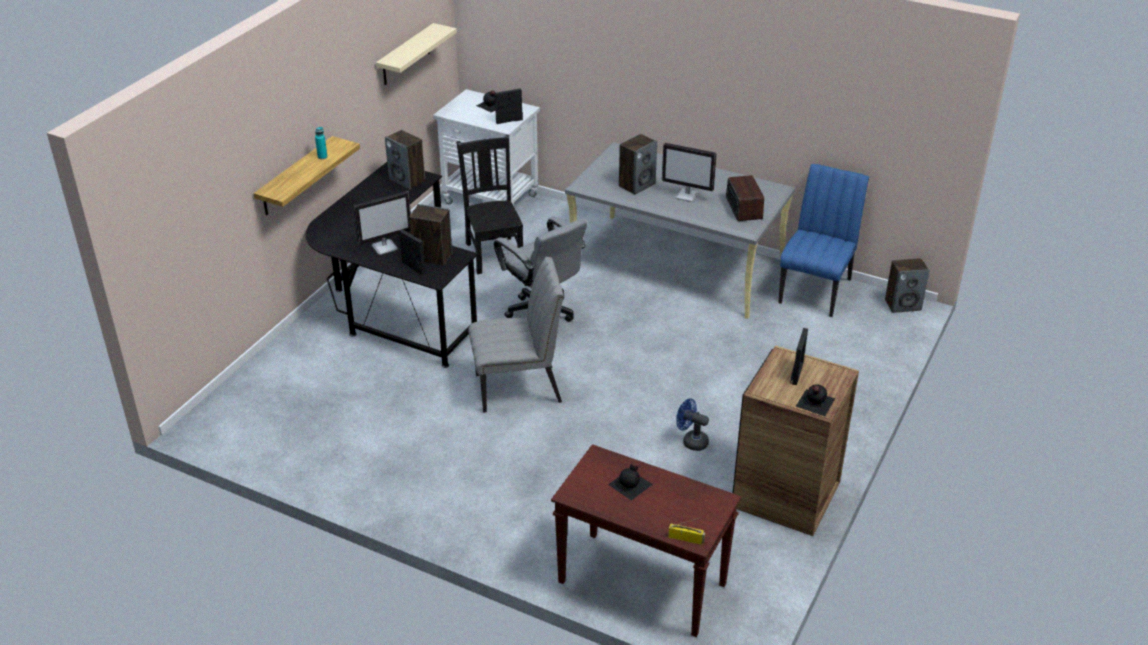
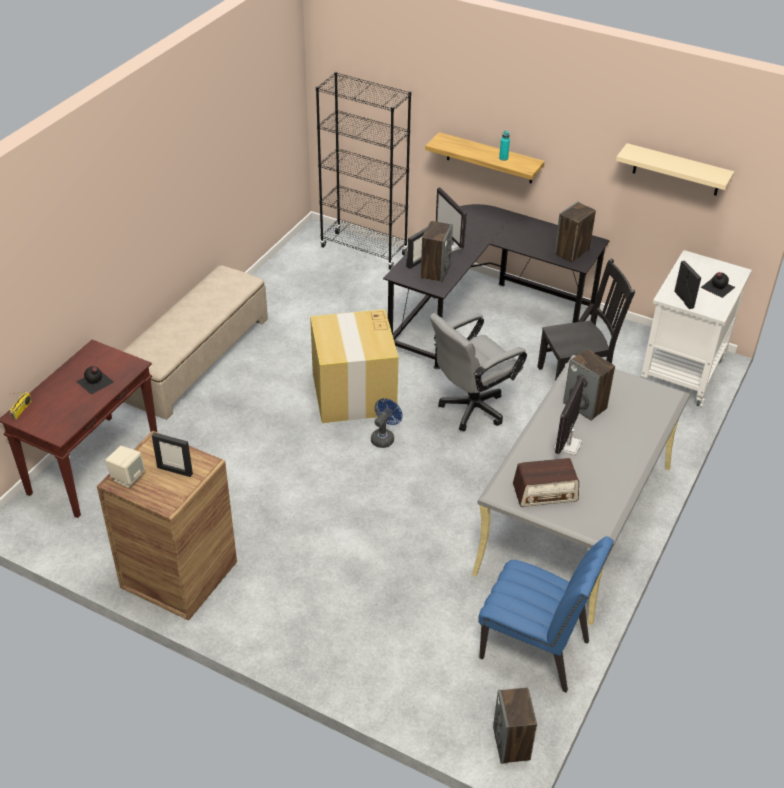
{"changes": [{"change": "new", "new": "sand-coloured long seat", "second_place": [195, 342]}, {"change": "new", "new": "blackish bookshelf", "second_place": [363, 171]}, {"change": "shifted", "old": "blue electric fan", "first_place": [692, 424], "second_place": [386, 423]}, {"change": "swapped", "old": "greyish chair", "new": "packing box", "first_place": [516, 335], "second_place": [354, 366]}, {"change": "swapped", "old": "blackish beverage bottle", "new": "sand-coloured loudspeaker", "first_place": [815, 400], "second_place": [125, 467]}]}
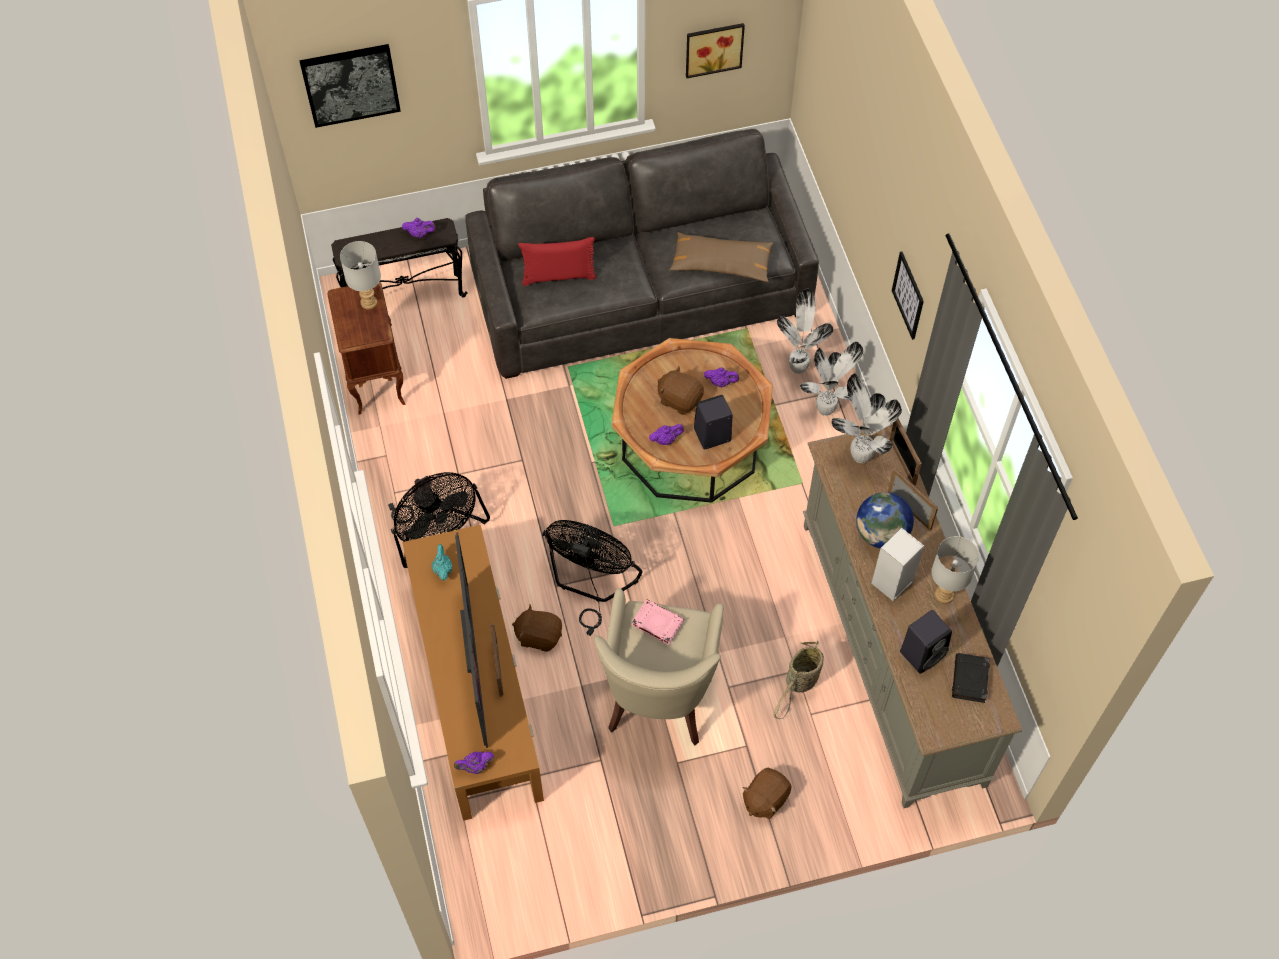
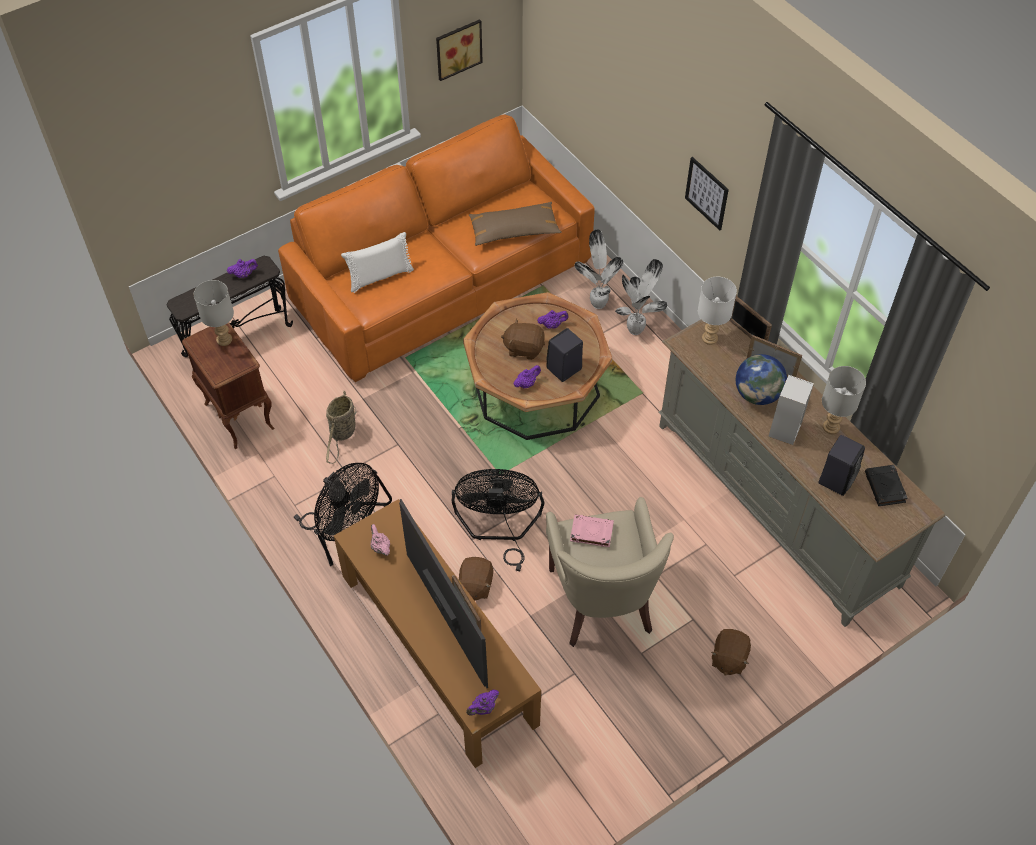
{"changes": [{"change": "gone", "old": "wall art", "first_place": [350, 86]}, {"change": "shifted", "old": "storage basket", "first_place": [798, 680], "second_place": [341, 427]}, {"change": "swapped", "old": "houseplant", "new": "whitish tabletop lamp", "first_place": [866, 418], "second_place": [717, 311]}, {"change": "repainted", "old": "blue-green tea pot", "new": "pink tea pot", "first_place": [441, 562], "second_place": [380, 540]}, {"change": "repainted", "old": "greyish couch", "new": "orangey couch", "first_place": [642, 254], "second_place": [436, 248]}, {"change": "repainted", "old": "red-coloured pillow", "new": "whitish pillow", "first_place": [557, 261], "second_place": [377, 262]}, {"change": "rotated", "old": "brown-coloured soft toy", "first_place": [537, 628], "second_place": [476, 578], "degrees": -75}]}
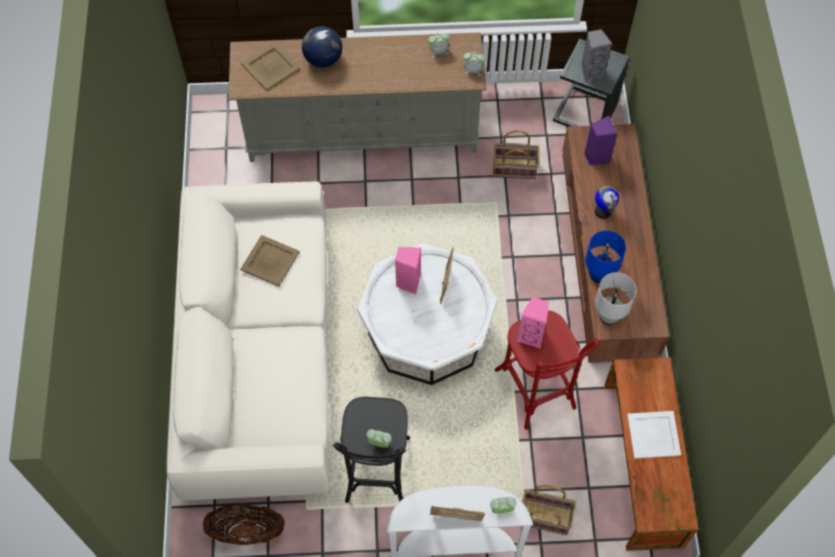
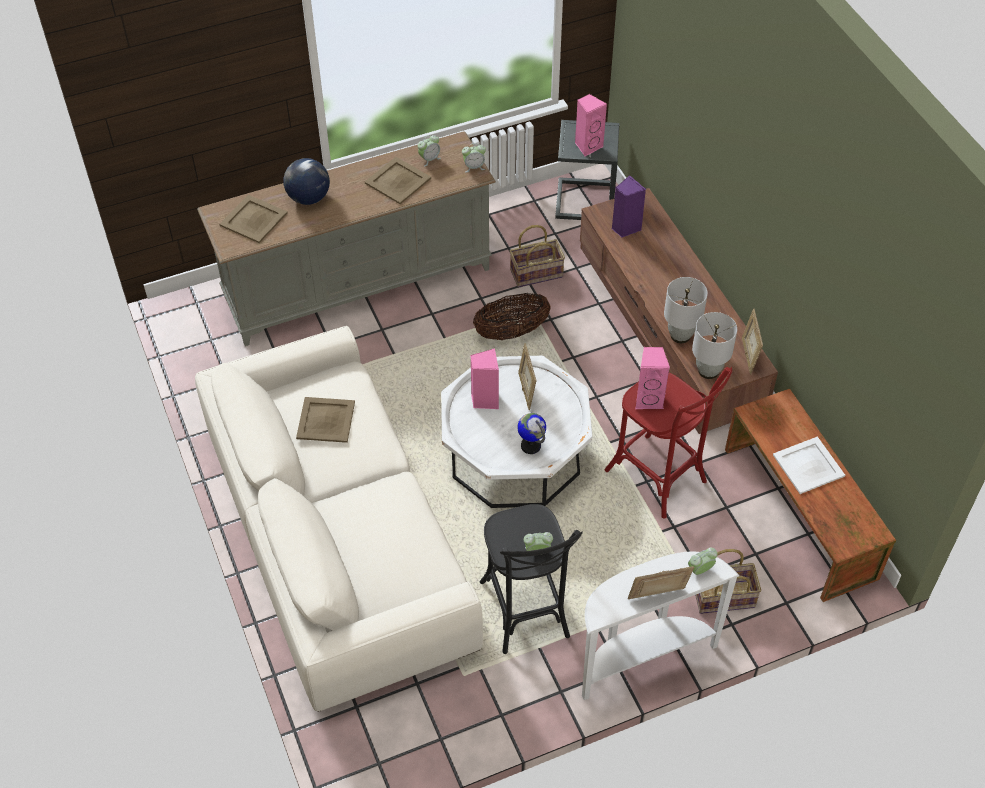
{"changes": [{"change": "new", "new": "sand-coloured serving tray", "second_place": [398, 180]}, {"change": "new", "new": "standing frame", "second_place": [752, 341]}, {"change": "shifted", "old": "storage basket", "first_place": [244, 524], "second_place": [512, 316]}, {"change": "shifted", "old": "globe", "first_place": [607, 202], "second_place": [531, 433]}, {"change": "repainted", "old": "greyish loudspeaker", "new": "pink loudspeaker", "first_place": [596, 55], "second_place": [591, 125]}, {"change": "repainted", "old": "blue tabletop lamp", "new": "whitish tabletop lamp", "first_place": [605, 256], "second_place": [686, 310]}]}
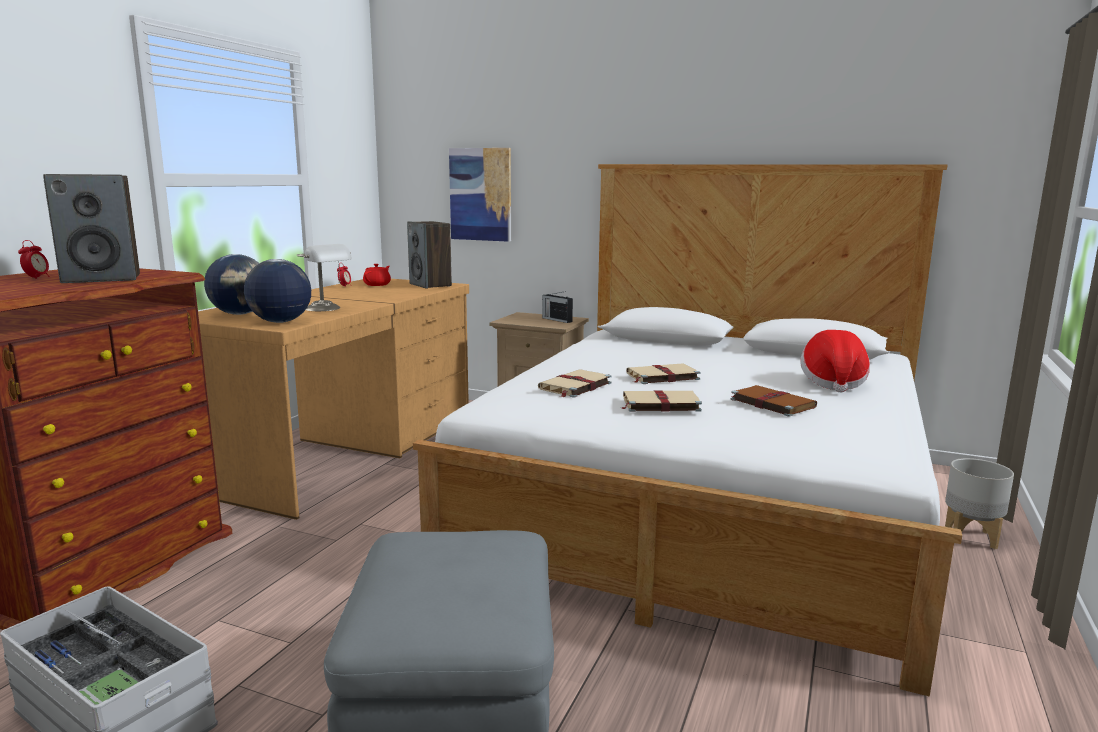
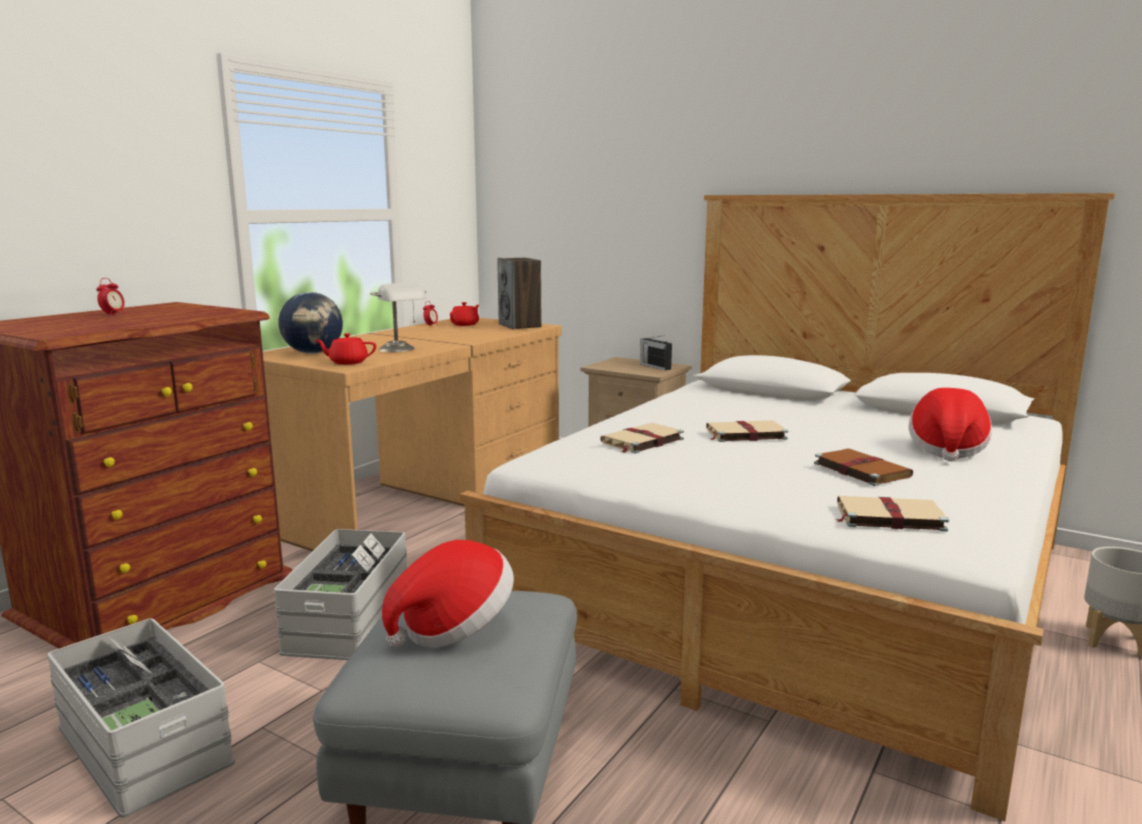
{"changes": [{"change": "gone", "old": "loudspeaker", "first_place": [91, 228]}, {"change": "gone", "old": "wall art", "first_place": [480, 195]}, {"change": "new", "new": "greyish storage box", "second_place": [340, 594]}, {"change": "new", "new": "clothing hat", "second_place": [448, 594]}, {"change": "shifted", "old": "sand-coloured bound book", "first_place": [661, 401], "second_place": [892, 514]}, {"change": "swapped", "old": "globe", "new": "red-coloured tea pot", "first_place": [277, 291], "second_place": [345, 349]}]}
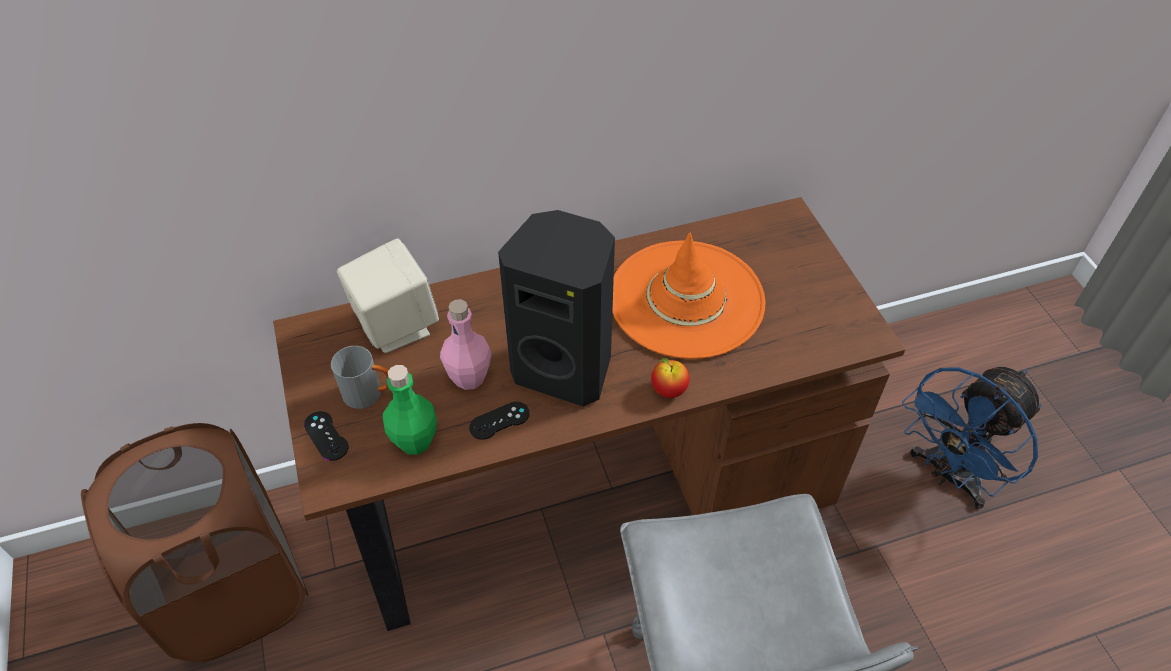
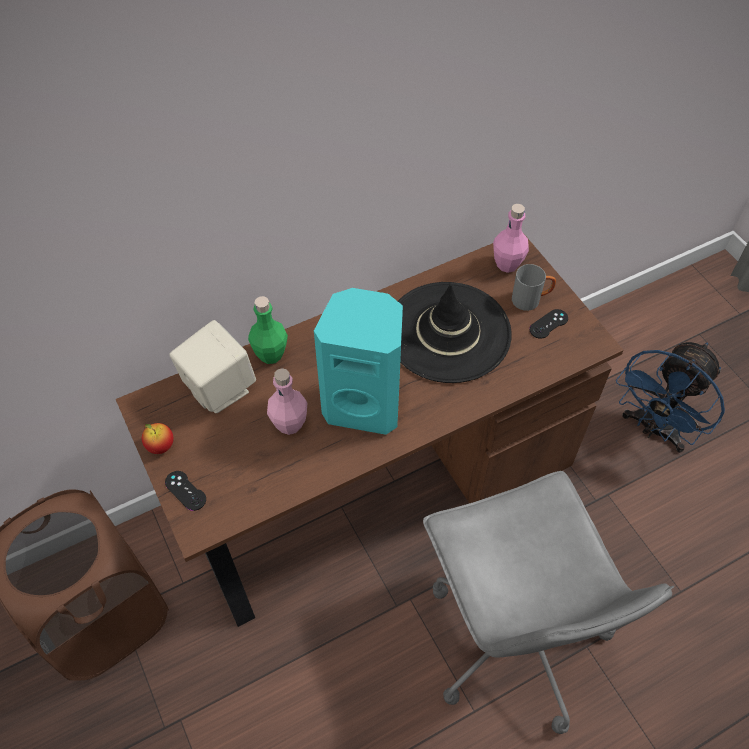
{"changes": [{"change": "new", "new": "pink beverage bottle", "second_place": [511, 238]}, {"change": "shifted", "old": "greyish coffee mug", "first_place": [360, 377], "second_place": [534, 287]}, {"change": "shifted", "old": "green-coloured beverage bottle", "first_place": [410, 410], "second_place": [268, 330]}, {"change": "shifted", "old": "blackish joypad", "first_place": [499, 421], "second_place": [548, 324]}, {"change": "shifted", "old": "whole apple", "first_place": [670, 378], "second_place": [157, 438]}, {"change": "repainted", "old": "blackish loudspeaker", "new": "blue-green loudspeaker", "first_place": [556, 308], "second_place": [358, 361]}, {"change": "repainted", "old": "orangey clothing hat", "new": "blackish clothing hat", "first_place": [689, 296], "second_place": [455, 332]}]}
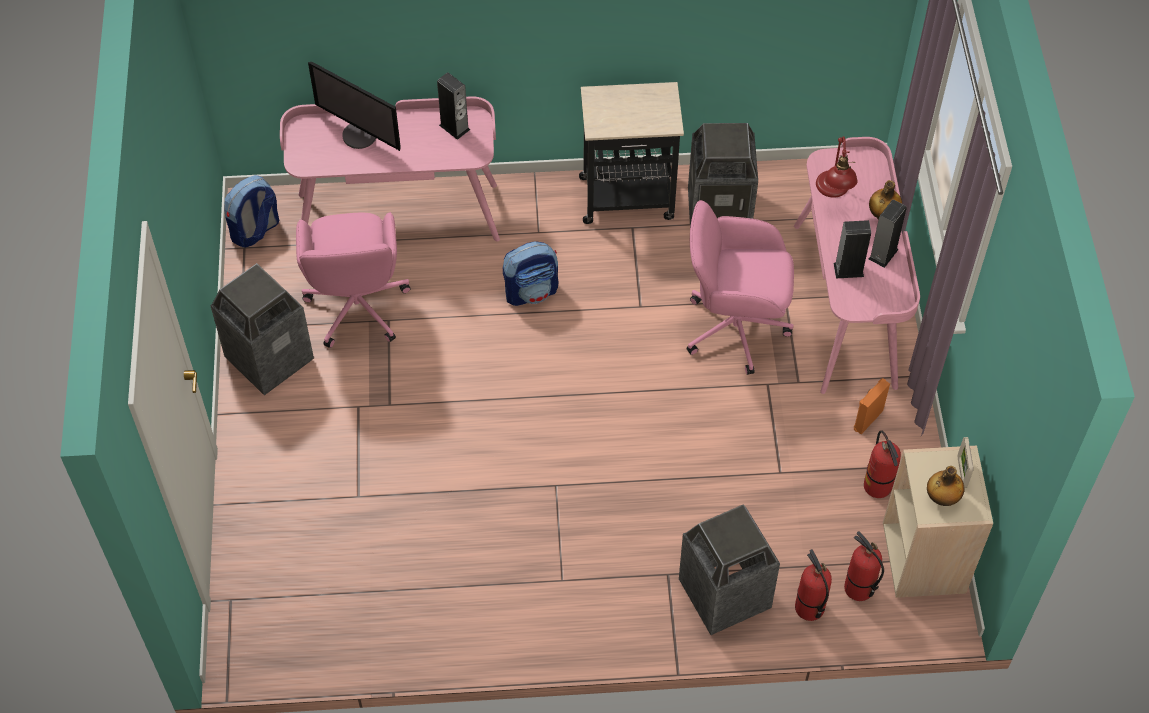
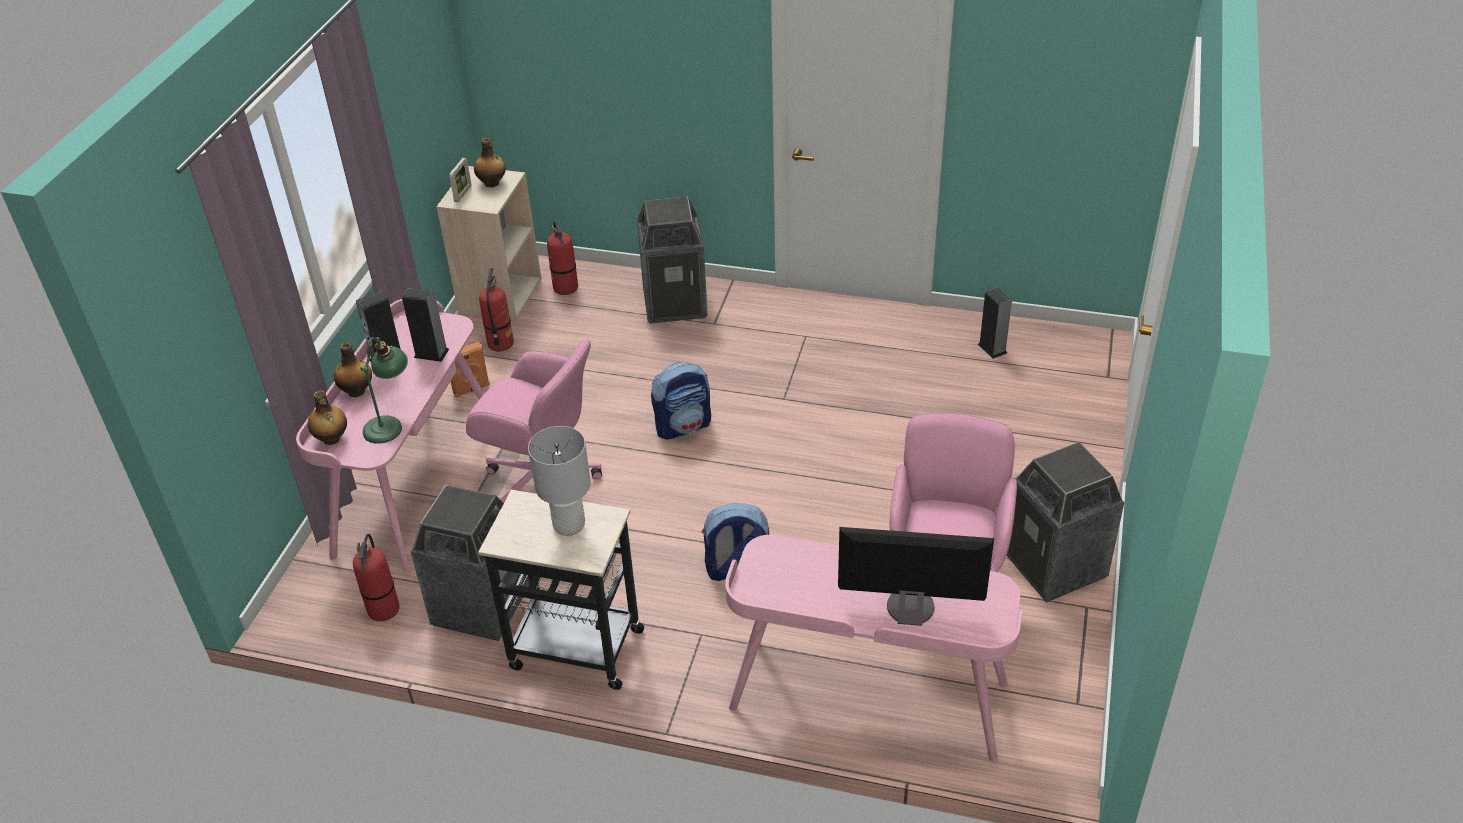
{"changes": [{"change": "new", "new": "beverage bottle", "second_place": [327, 417]}, {"change": "new", "new": "greyish tabletop lamp", "second_place": [559, 481]}, {"change": "shifted", "old": "knapsack", "first_place": [251, 211], "second_place": [681, 400]}, {"change": "shifted", "old": "loudspeaker", "first_place": [453, 106], "second_place": [995, 323]}, {"change": "shifted", "old": "fire-fighting cylinder", "first_place": [813, 585], "second_place": [376, 577]}, {"change": "repainted", "old": "red-coloured tabletop lamp", "new": "green-coloured tabletop lamp", "first_place": [836, 167], "second_place": [384, 390]}, {"change": "rotated", "old": "computer screen", "first_place": [354, 106], "second_place": [916, 576], "degrees": -45}]}
